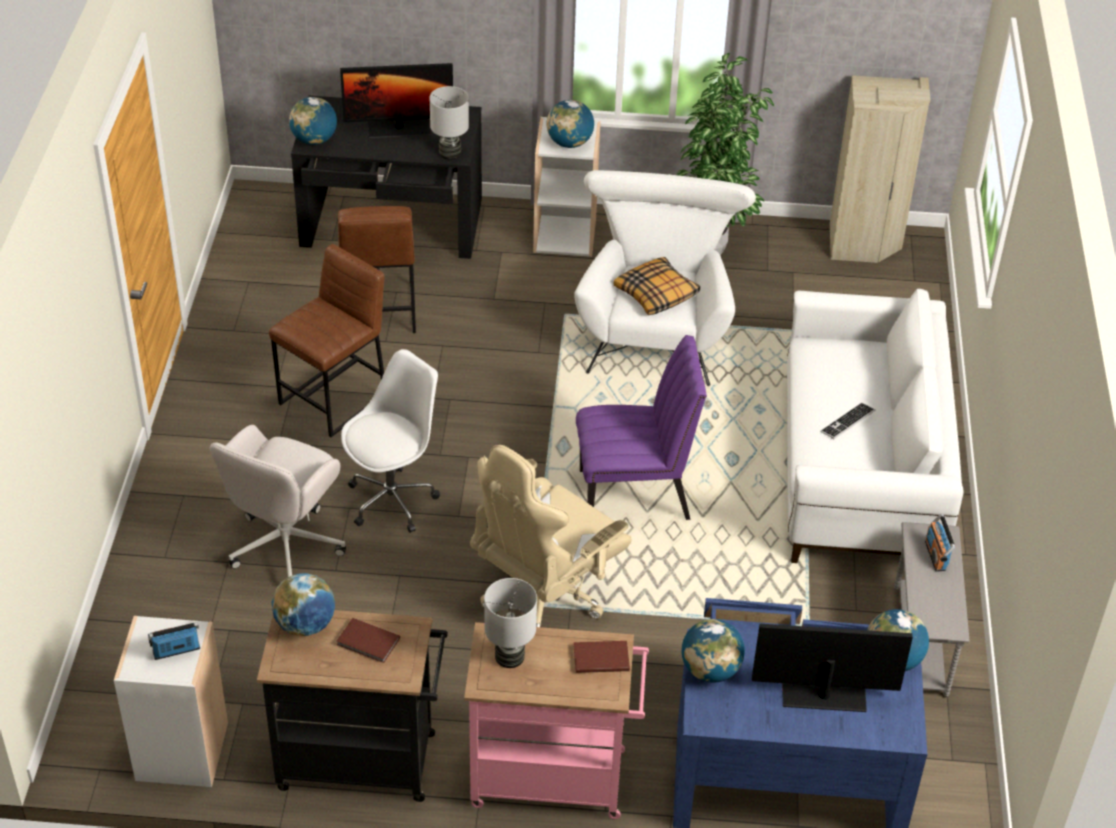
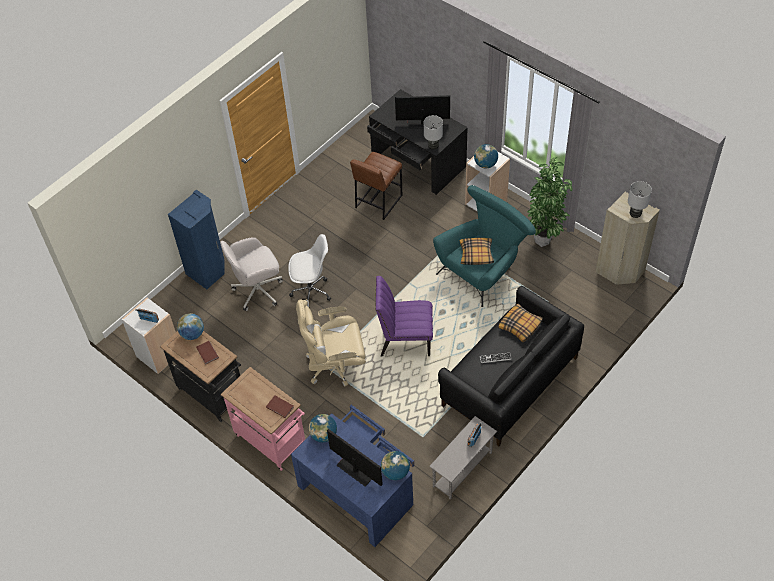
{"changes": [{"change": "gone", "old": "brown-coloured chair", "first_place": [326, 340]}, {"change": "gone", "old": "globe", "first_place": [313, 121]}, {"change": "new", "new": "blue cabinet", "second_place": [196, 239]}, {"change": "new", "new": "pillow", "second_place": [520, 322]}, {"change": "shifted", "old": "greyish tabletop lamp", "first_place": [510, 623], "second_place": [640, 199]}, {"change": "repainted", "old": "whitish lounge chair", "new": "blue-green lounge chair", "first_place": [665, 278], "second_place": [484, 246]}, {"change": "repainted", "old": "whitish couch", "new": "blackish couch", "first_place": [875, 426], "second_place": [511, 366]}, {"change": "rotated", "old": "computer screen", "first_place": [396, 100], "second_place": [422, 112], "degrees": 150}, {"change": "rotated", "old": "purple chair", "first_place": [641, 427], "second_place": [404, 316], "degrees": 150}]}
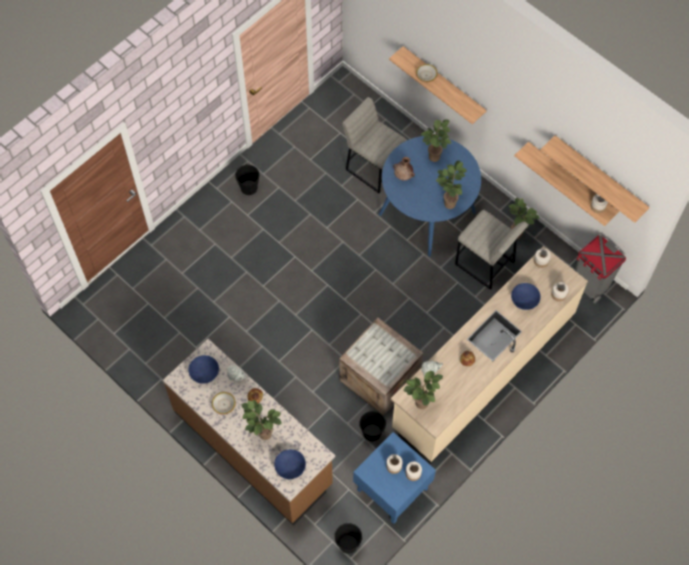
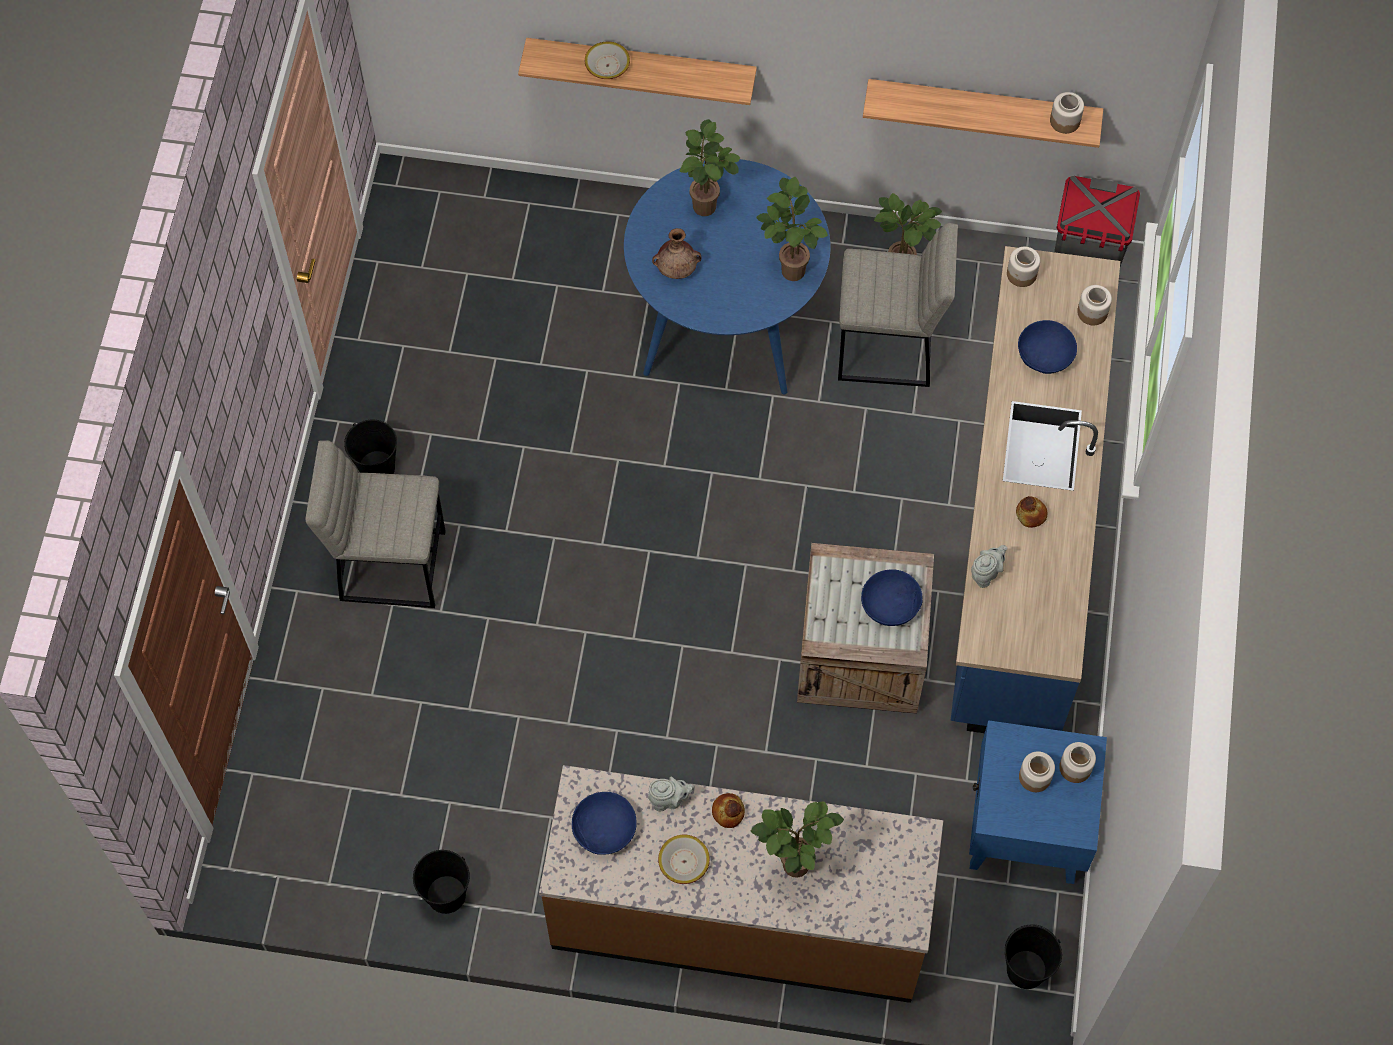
{"changes": [{"change": "gone", "old": "houseplant", "first_place": [423, 390]}, {"change": "gone", "old": "shelf", "first_place": [595, 179]}, {"change": "shifted", "old": "blue serving bowl", "first_place": [290, 464], "second_place": [891, 597]}, {"change": "shifted", "old": "greyish chair", "first_place": [375, 145], "second_place": [376, 524]}, {"change": "shifted", "old": "blackish bucket", "first_place": [372, 426], "second_place": [441, 882]}, {"change": "repainted", "old": "sand-coloured counter", "new": "blue counter", "first_place": [489, 355], "second_place": [1035, 489]}]}
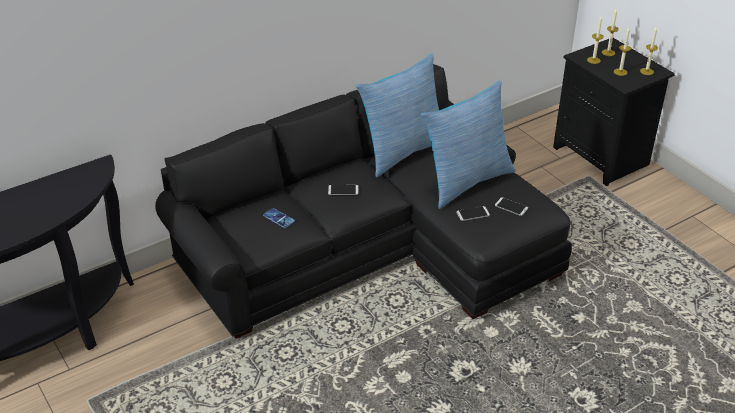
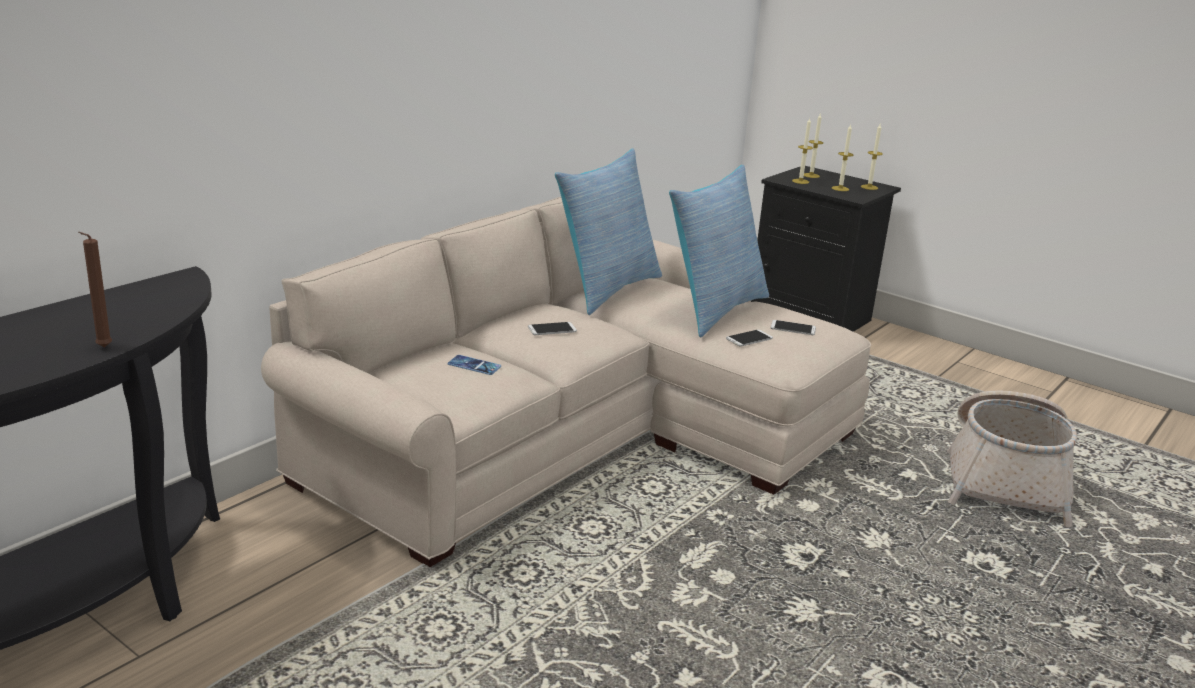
{"changes": [{"change": "new", "new": "brown-coloured candle", "second_place": [95, 289]}, {"change": "new", "new": "storage basket", "second_place": [1012, 459]}, {"change": "repainted", "old": "blackish couch", "new": "sand-coloured couch", "first_place": [363, 201], "second_place": [566, 382]}]}
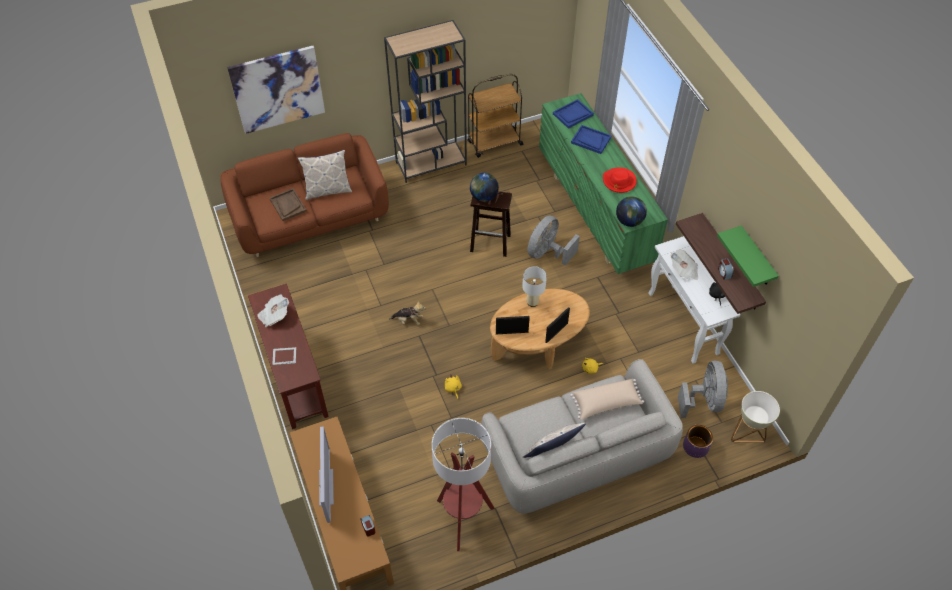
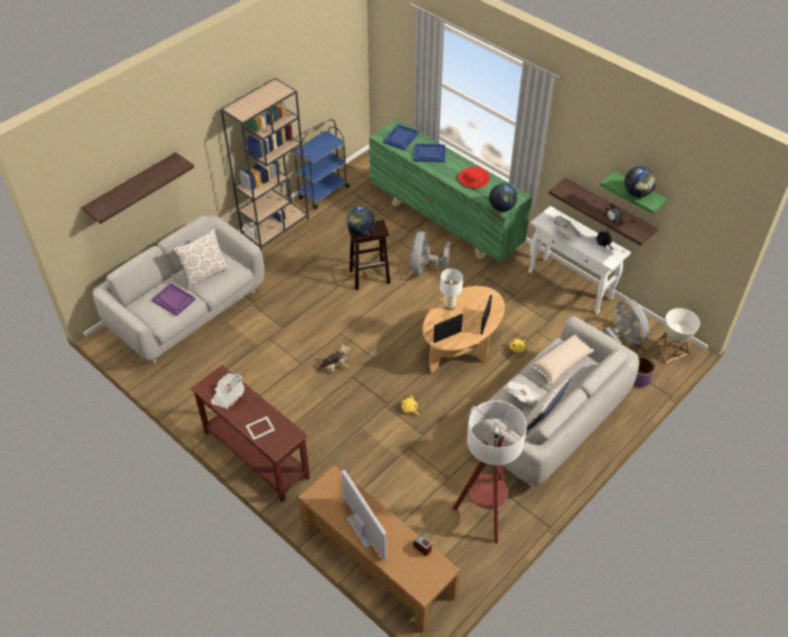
{"changes": [{"change": "new", "new": "printed paper", "second_place": [523, 392]}, {"change": "new", "new": "globe", "second_place": [640, 181]}, {"change": "swapped", "old": "wall art", "new": "shelf", "first_place": [276, 90], "second_place": [138, 188]}, {"change": "repainted", "old": "brown-coloured couch", "new": "greyish couch", "first_place": [304, 195], "second_place": [178, 290]}, {"change": "repainted", "old": "brown-coloured serving tray", "new": "purple serving tray", "first_place": [288, 204], "second_place": [174, 299]}, {"change": "repainted", "old": "brown-coloured cart", "new": "blue cart", "first_place": [495, 116], "second_place": [322, 164]}]}
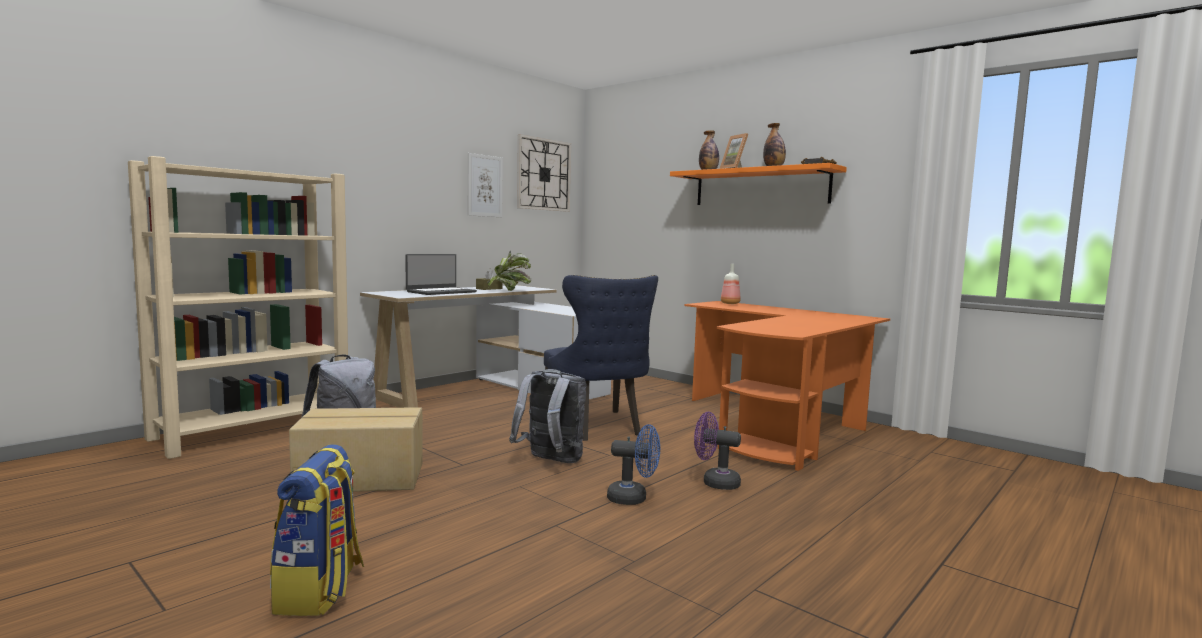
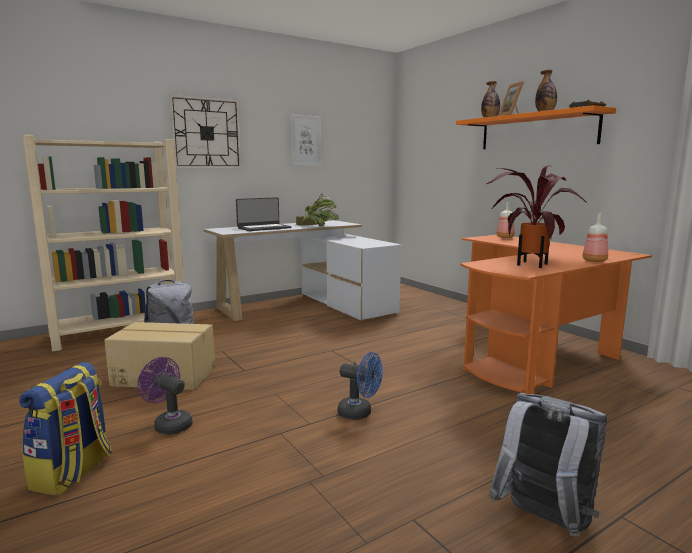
{"changes": [{"change": "gone", "old": "blue chair", "first_place": [601, 358]}, {"change": "new", "new": "houseplant", "second_place": [537, 216]}, {"change": "new", "new": "beverage bottle", "second_place": [595, 238]}, {"change": "shifted", "old": "greyish knapsack", "first_place": [548, 416], "second_place": [548, 464]}, {"change": "shifted", "old": "hanging clock", "first_place": [544, 173], "second_place": [205, 131]}, {"change": "shifted", "old": "purple electric fan", "first_place": [717, 451], "second_place": [165, 396]}]}
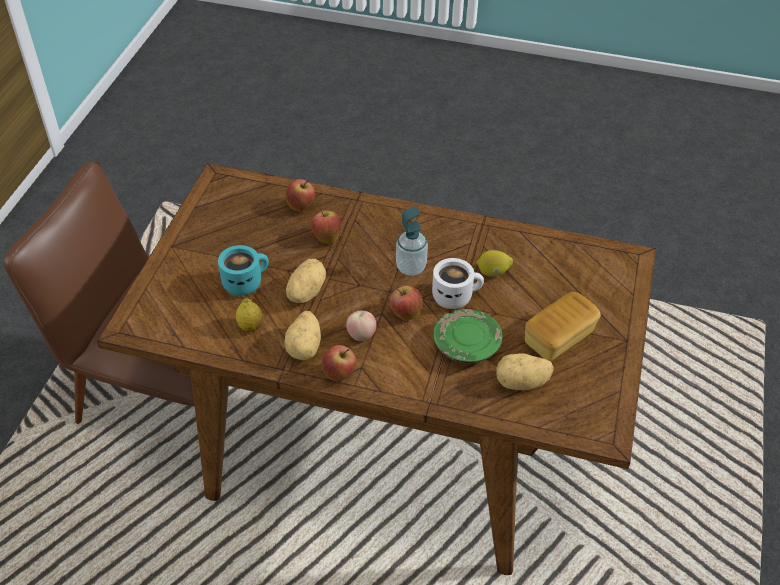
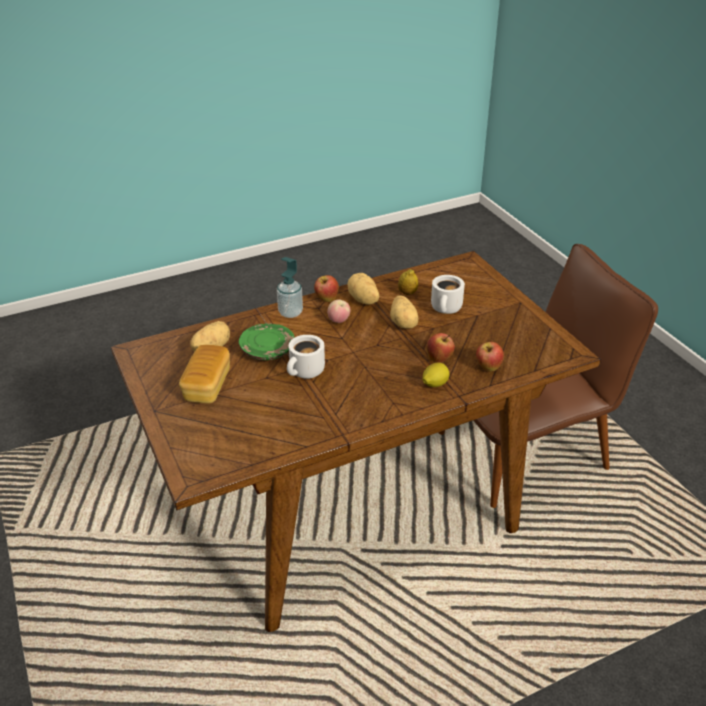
{"changes": [{"change": "gone", "old": "whole apple", "first_place": [406, 302]}, {"change": "shifted", "old": "soap bottle", "first_place": [412, 241], "second_place": [290, 287]}, {"change": "shifted", "old": "lemon", "first_place": [495, 263], "second_place": [436, 375]}, {"change": "repainted", "old": "blue-green coffee mug", "new": "whitish coffee mug", "first_place": [243, 270], "second_place": [448, 294]}]}
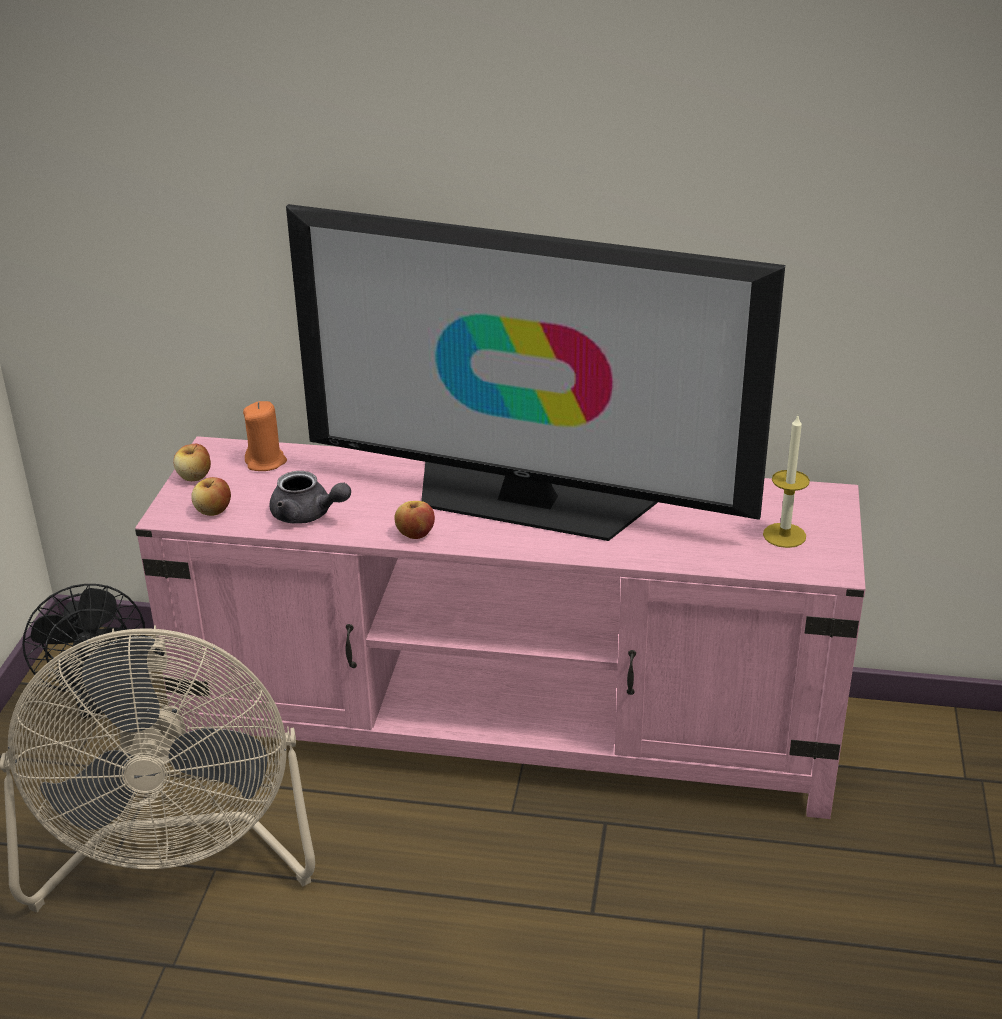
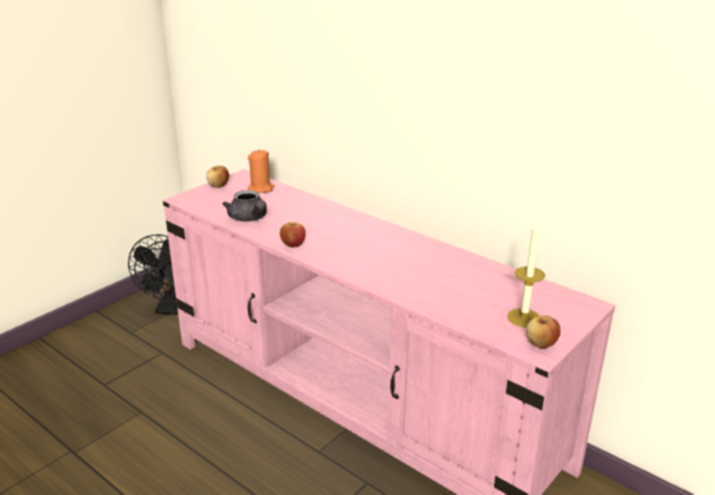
{"changes": [{"change": "gone", "old": "sand-coloured electric fan", "first_place": [157, 768]}, {"change": "gone", "old": "television", "first_place": [535, 372]}, {"change": "shifted", "old": "whole apple", "first_place": [211, 496], "second_place": [543, 332]}]}
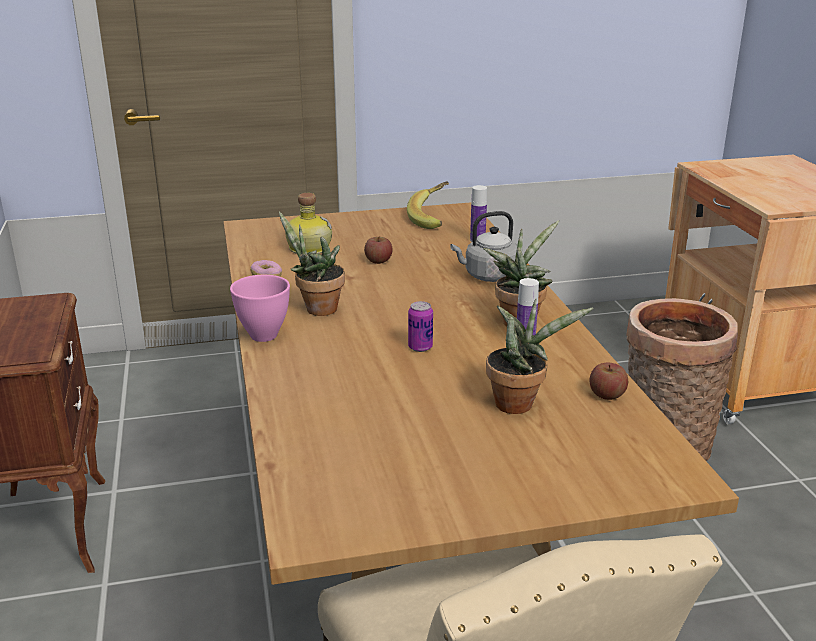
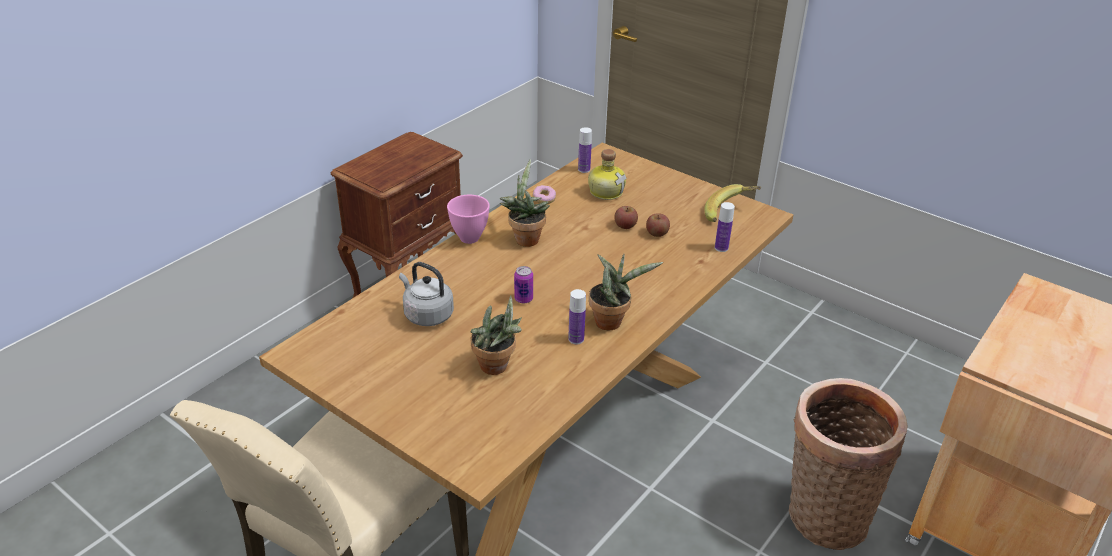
{"changes": [{"change": "new", "new": "beverage bottle", "second_place": [585, 150]}, {"change": "shifted", "old": "greyish water kettle", "first_place": [483, 246], "second_place": [426, 294]}, {"change": "shifted", "old": "whole apple", "first_place": [609, 381], "second_place": [658, 225]}]}
